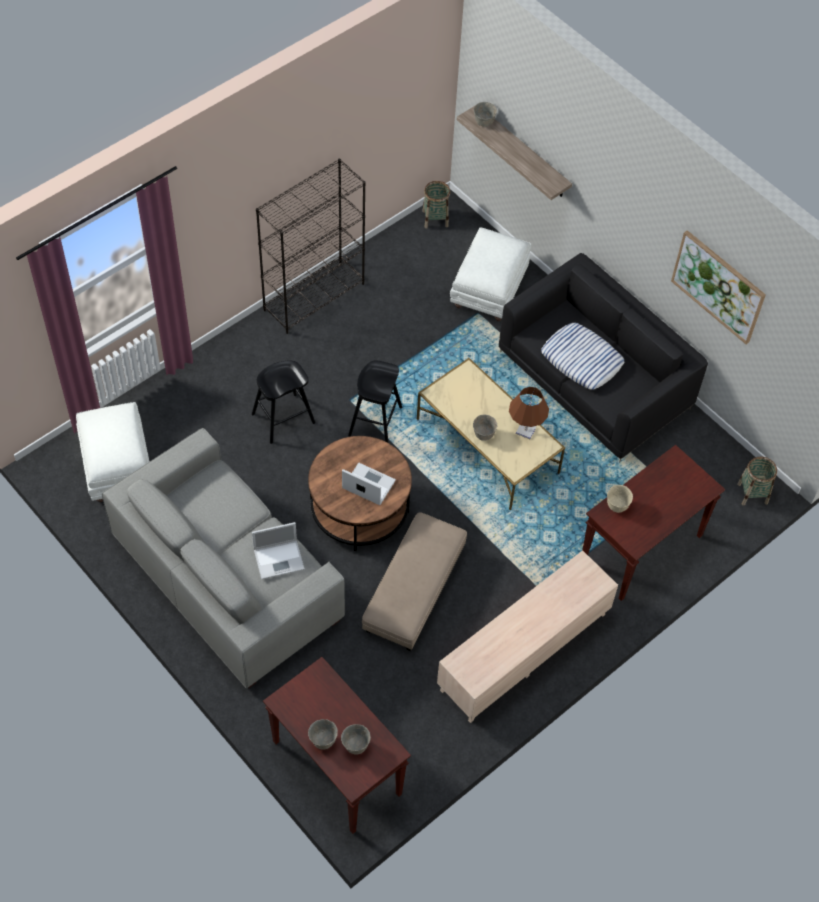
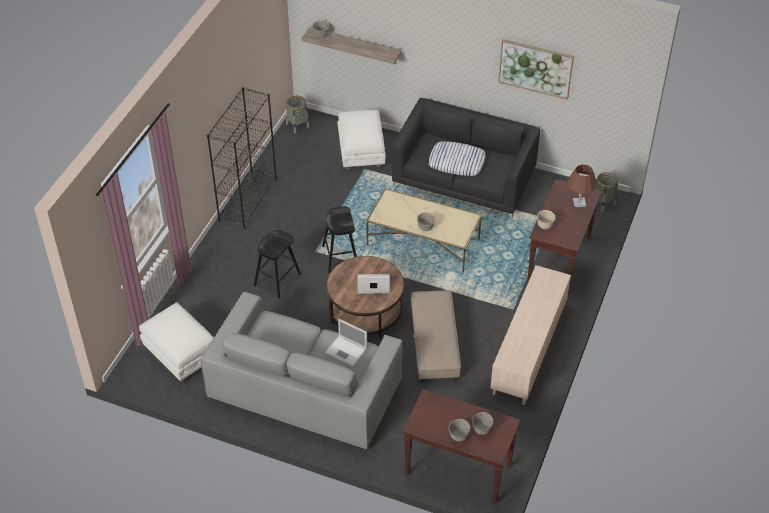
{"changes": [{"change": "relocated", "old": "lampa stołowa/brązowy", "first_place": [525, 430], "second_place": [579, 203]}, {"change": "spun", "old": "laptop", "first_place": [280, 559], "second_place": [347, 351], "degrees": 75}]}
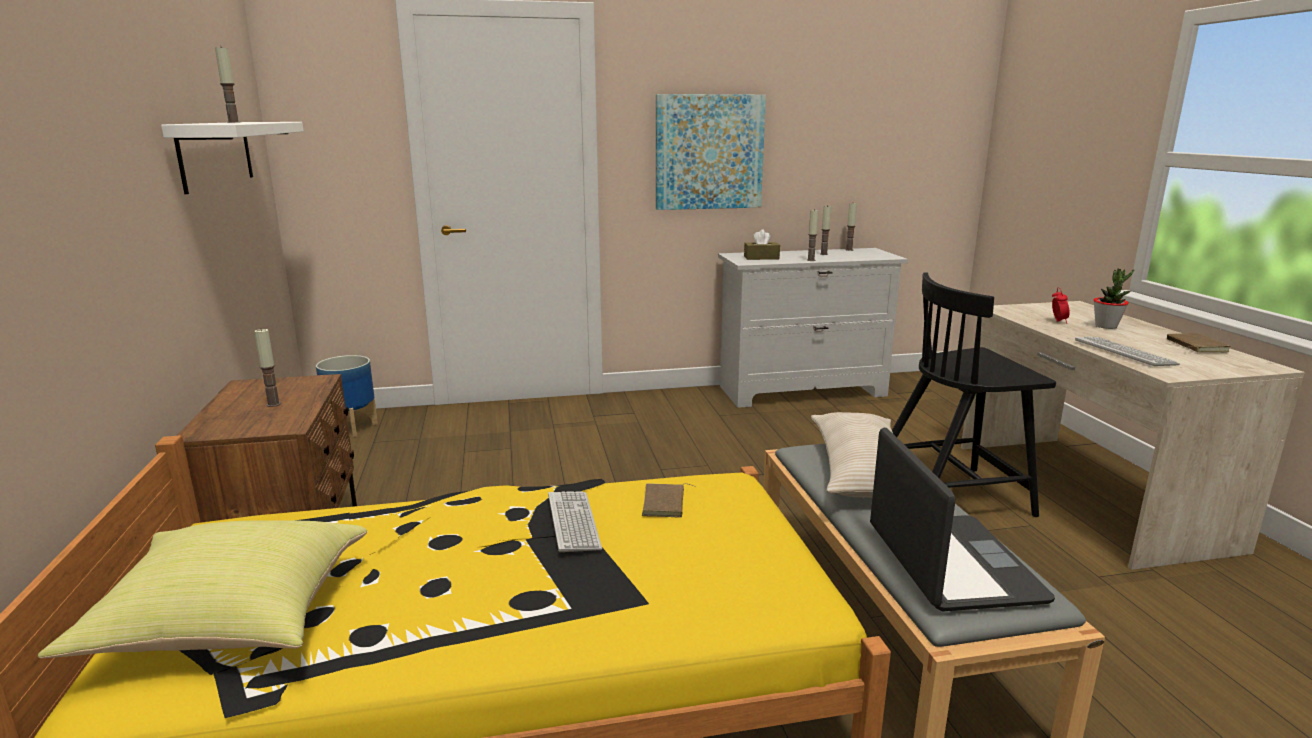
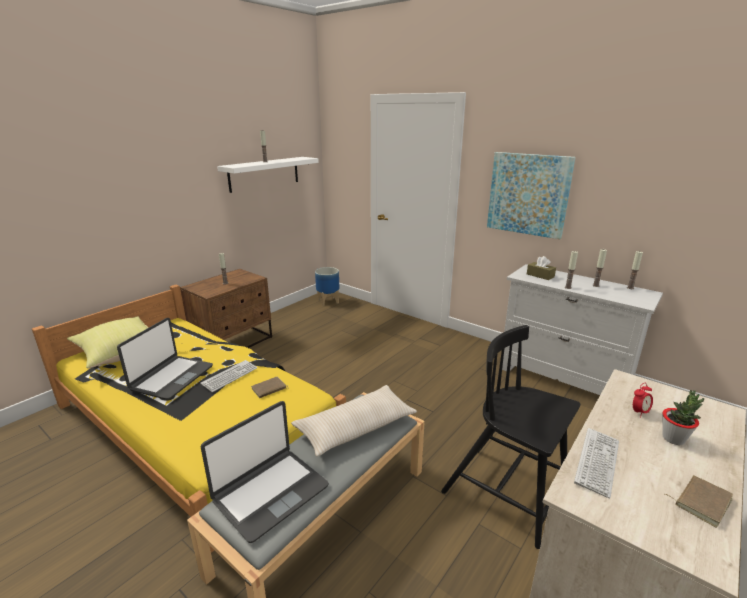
{"changes": [{"change": "appeared", "new": "laptop", "second_place": [171, 378]}]}
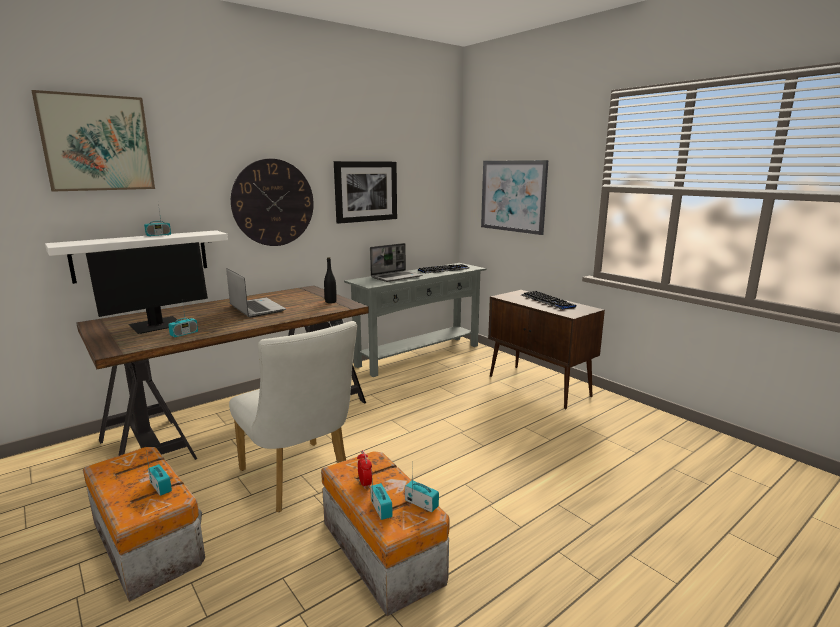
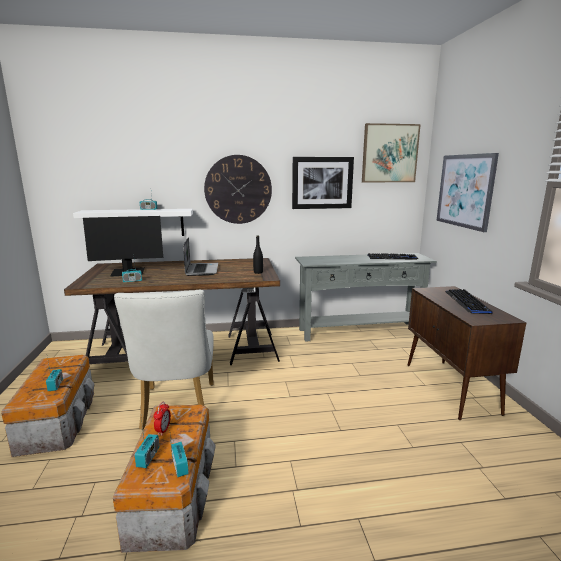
{"changes": [{"change": "missing", "old": "laptop", "first_place": [396, 277]}, {"change": "relocated", "old": "obraz", "first_place": [97, 143], "second_place": [389, 153]}]}
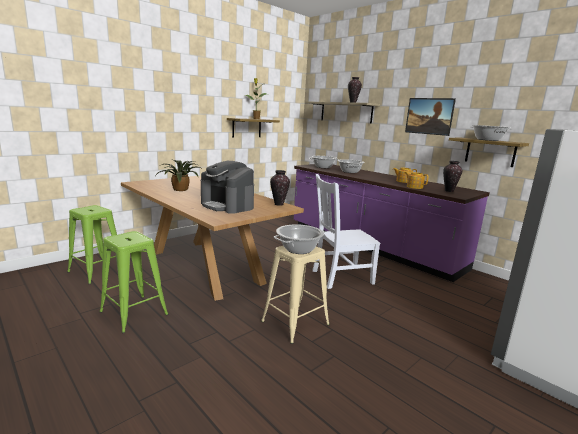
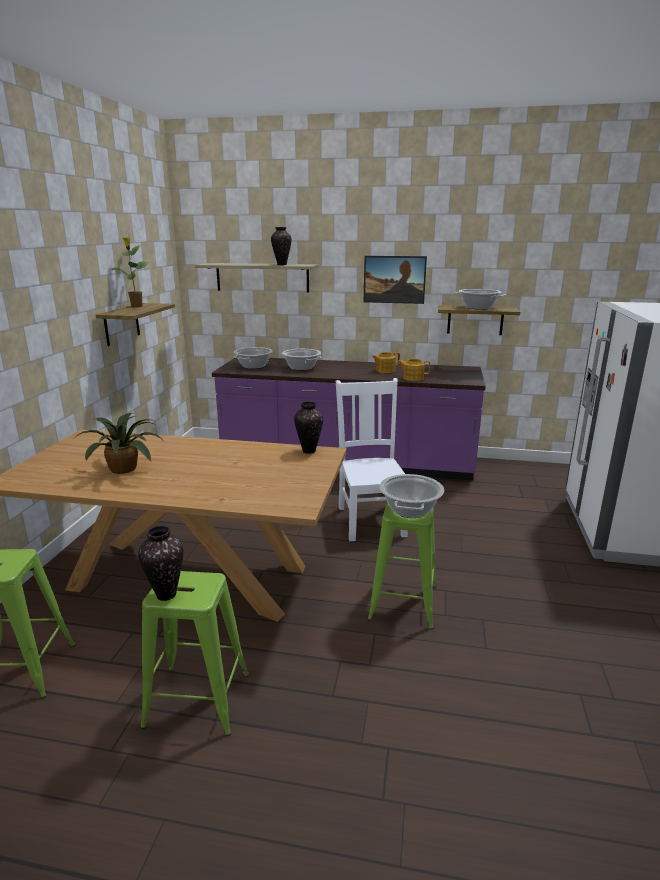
{"changes": [{"change": "missing", "old": "ekspres do kawy", "first_place": [227, 205]}, {"change": "relocated", "old": "wazon", "first_place": [449, 191], "second_place": [167, 594]}, {"change": "colour", "old": "stołek/beżowy", "new": "stołek/zielony", "first_place": [295, 323], "second_place": [403, 602]}, {"change": "spun", "old": "krzesło/biały", "first_place": [340, 277], "second_place": [370, 520], "degrees": 135}]}
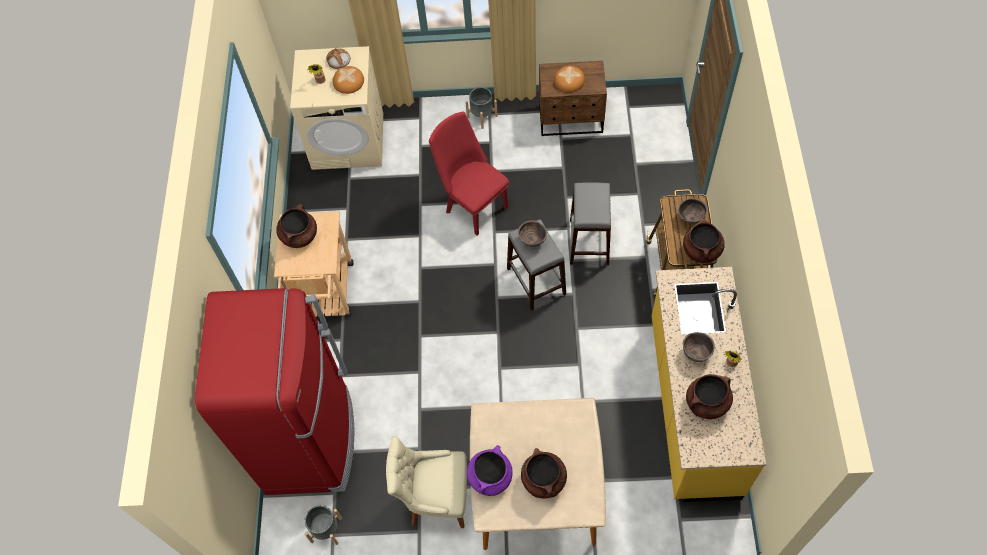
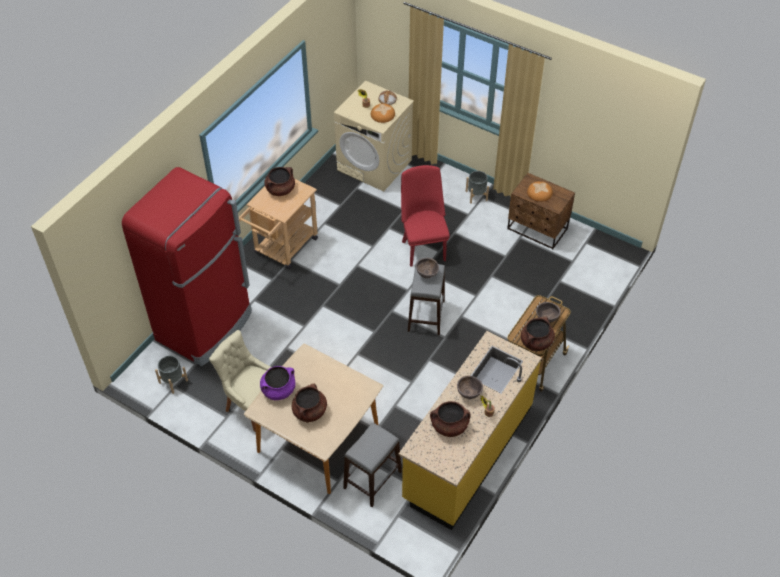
{"changes": [{"change": "relocated", "old": "stołek/szary", "first_place": [589, 241], "second_place": [373, 479]}]}
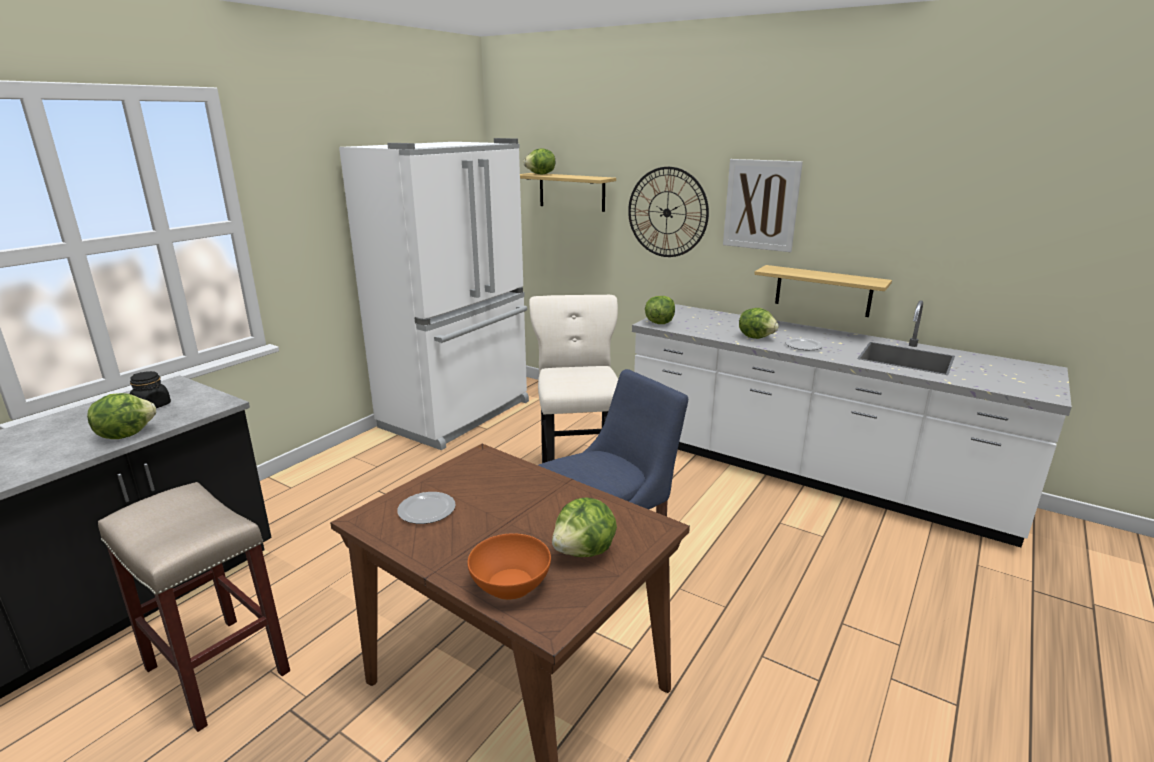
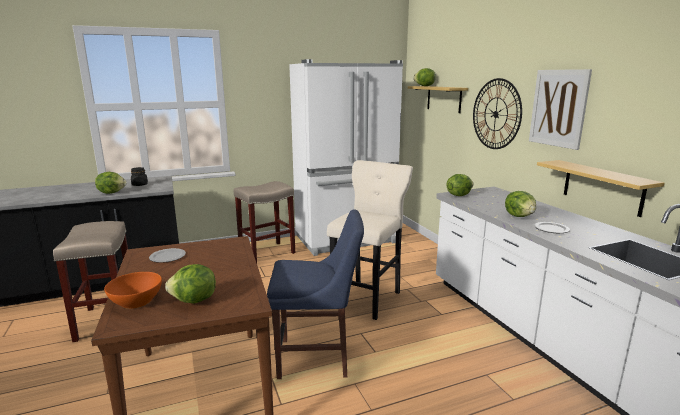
{"changes": [{"change": "appeared", "new": "stołek/beżowy", "second_place": [267, 252]}]}
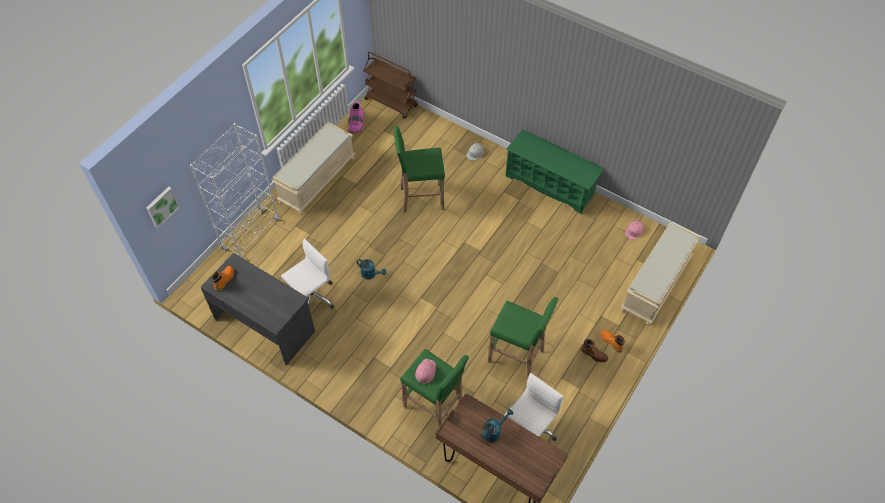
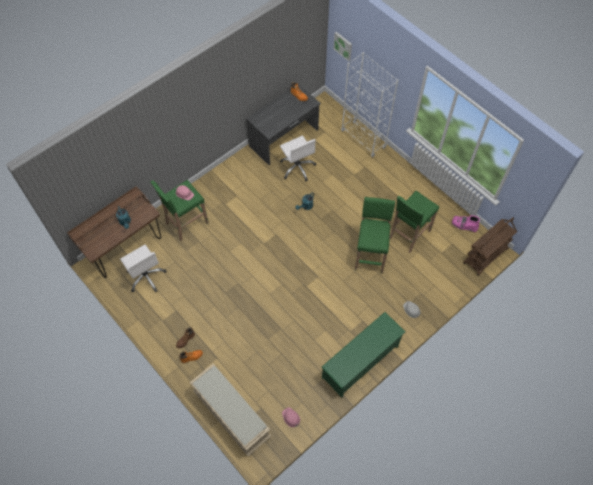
{"changes": [{"change": "missing", "old": "ławka/beżowy", "first_place": [317, 179]}, {"change": "relocated", "old": "stołek/zielony", "first_place": [517, 356], "second_place": [409, 235]}]}
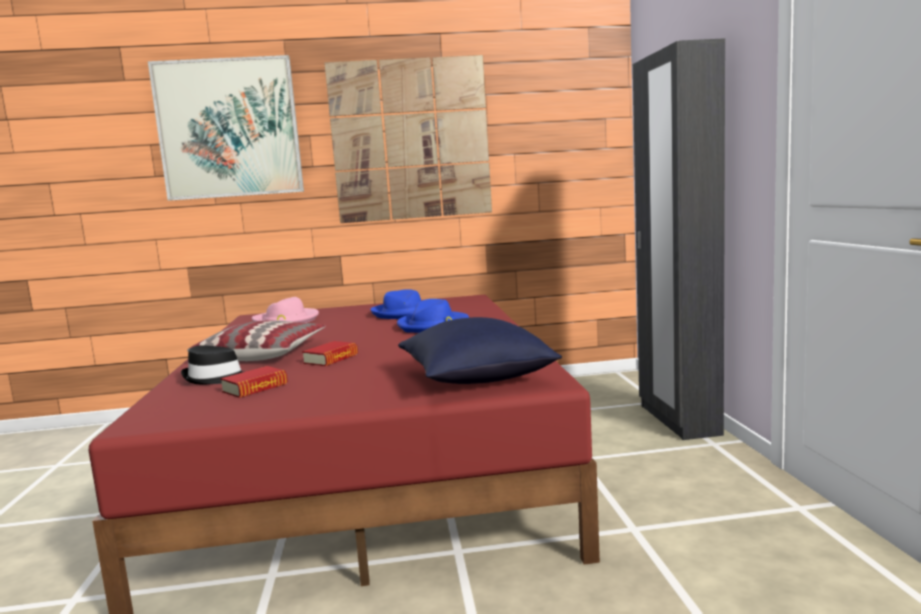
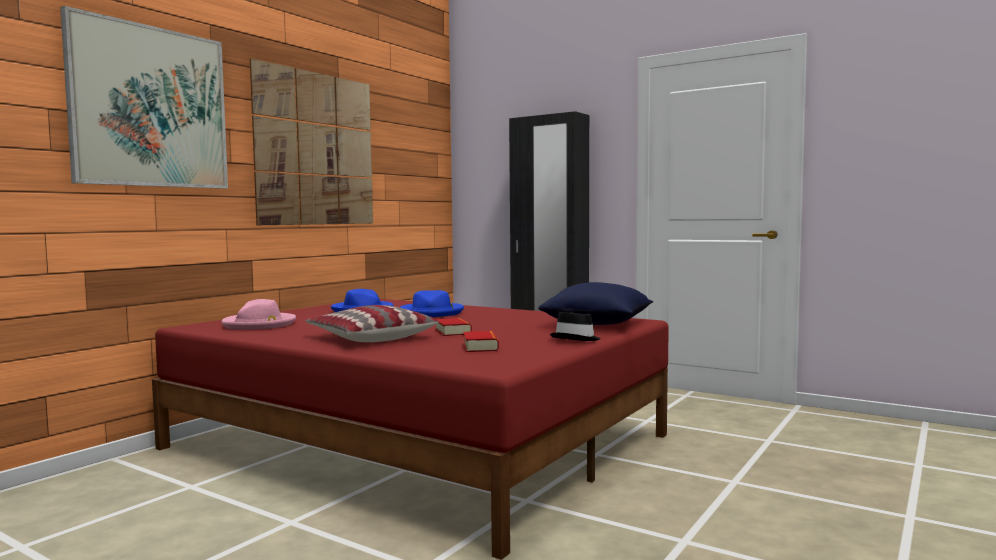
{"changes": [{"change": "relocated", "old": "kapelusz/czarny", "first_place": [215, 378], "second_place": [576, 339]}]}
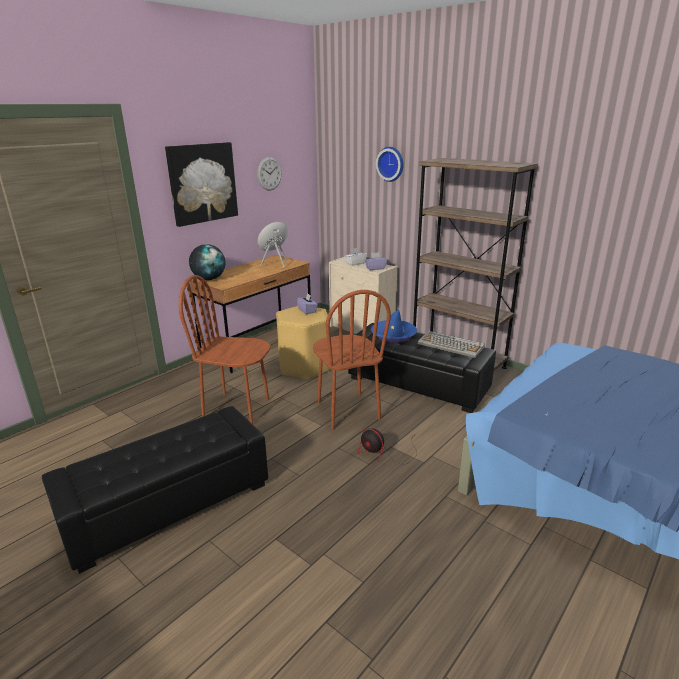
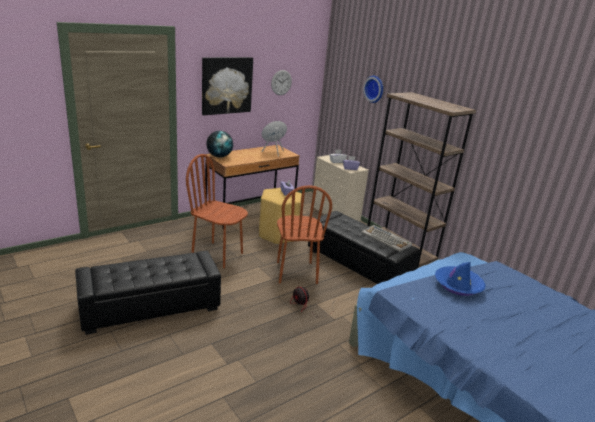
{"changes": [{"change": "relocated", "old": "kapelusz/niebieski", "first_place": [393, 335], "second_place": [458, 285]}]}
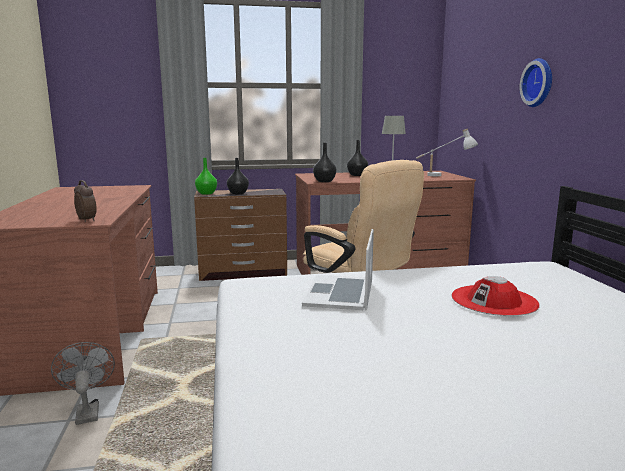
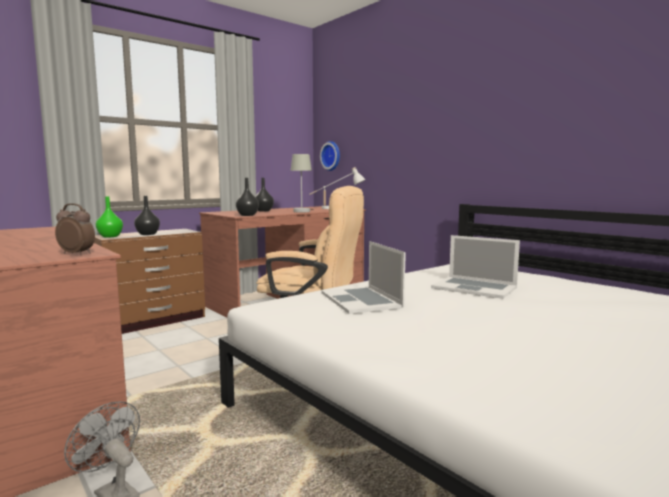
{"changes": [{"change": "relocated", "old": "zegar ścienny", "first_place": [539, 83], "second_place": [332, 156]}, {"change": "exchanged", "old": "kapelusz/czerwony", "new": "laptop", "first_place": [494, 300], "second_place": [474, 287]}]}
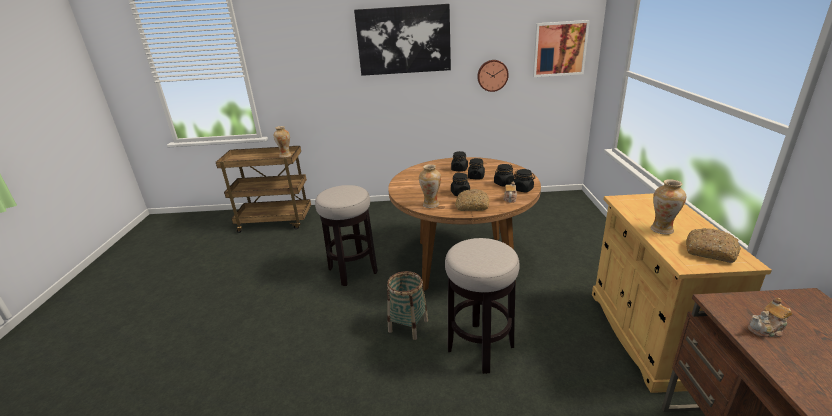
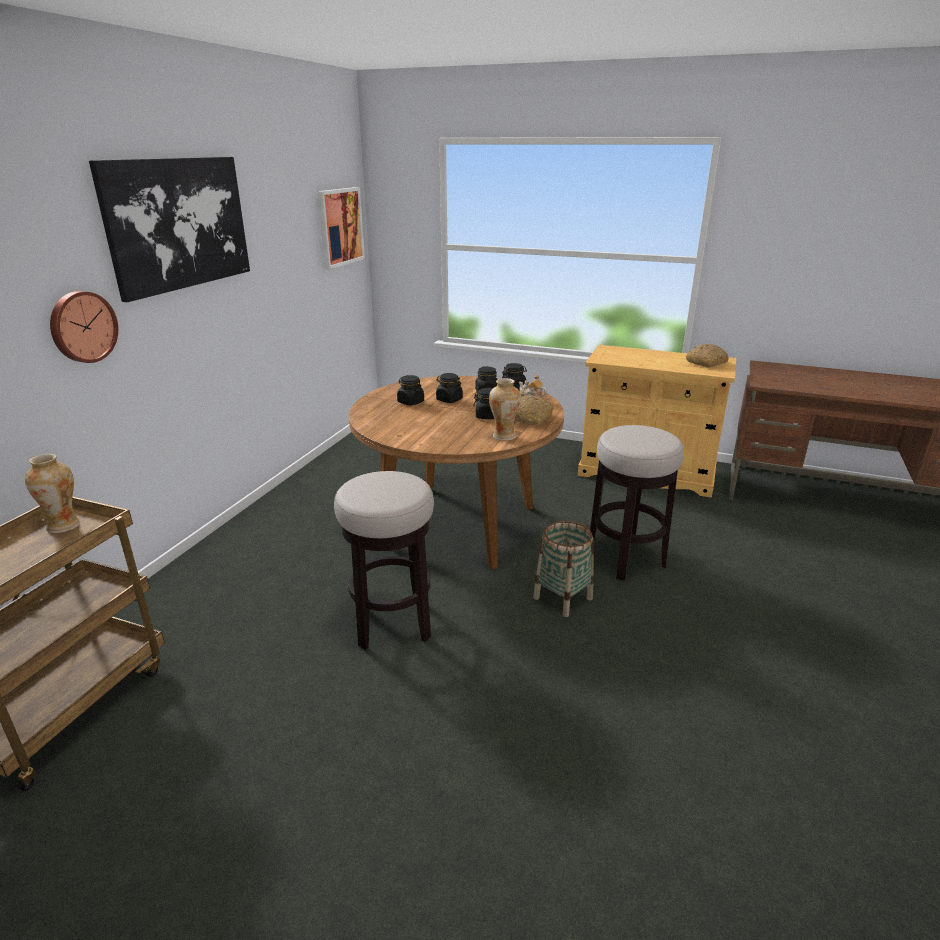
{"changes": [{"change": "missing", "old": "wazon", "first_place": [661, 229]}, {"change": "missing", "old": "imbryk", "first_place": [767, 329]}, {"change": "relocated", "old": "zegar ścienny", "first_place": [492, 75], "second_place": [82, 327]}]}
